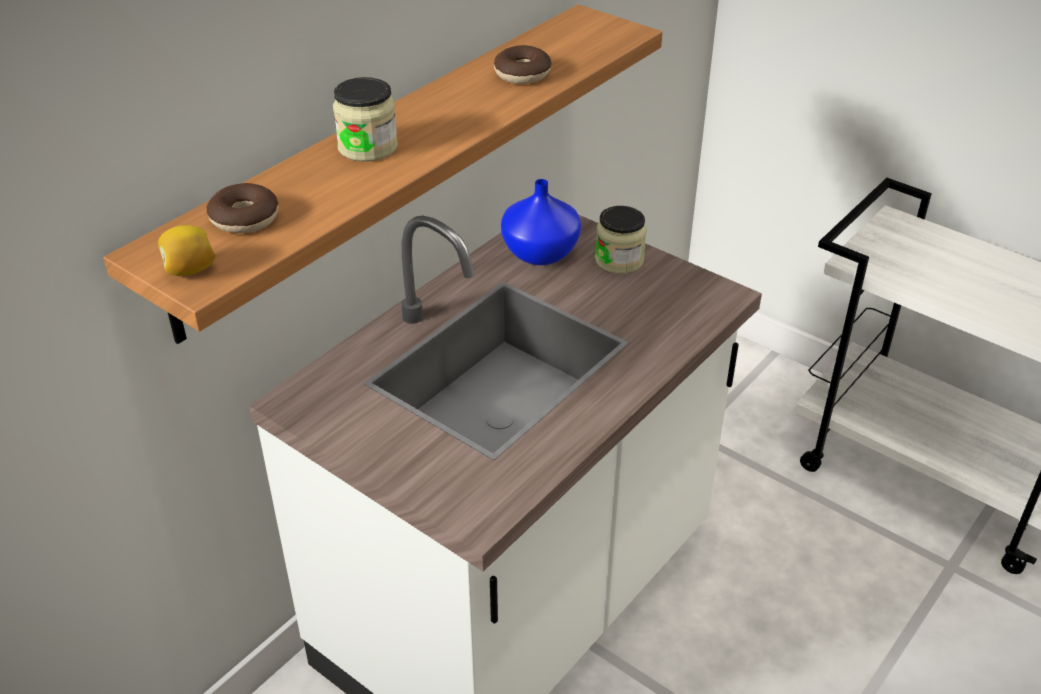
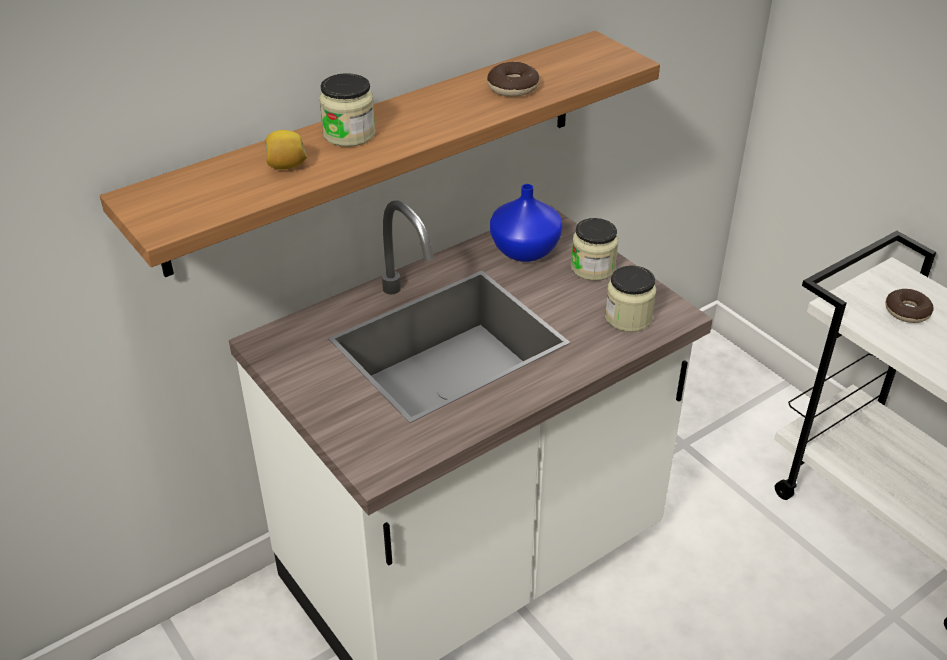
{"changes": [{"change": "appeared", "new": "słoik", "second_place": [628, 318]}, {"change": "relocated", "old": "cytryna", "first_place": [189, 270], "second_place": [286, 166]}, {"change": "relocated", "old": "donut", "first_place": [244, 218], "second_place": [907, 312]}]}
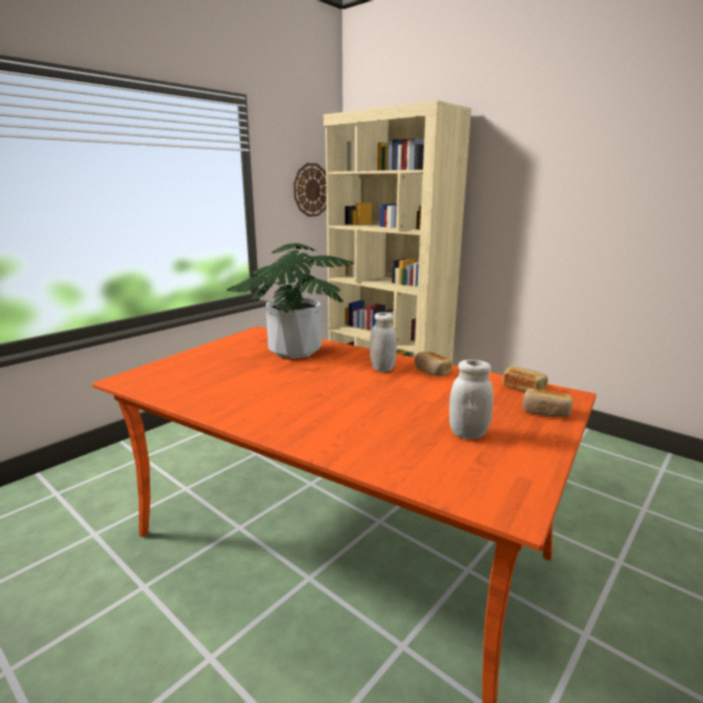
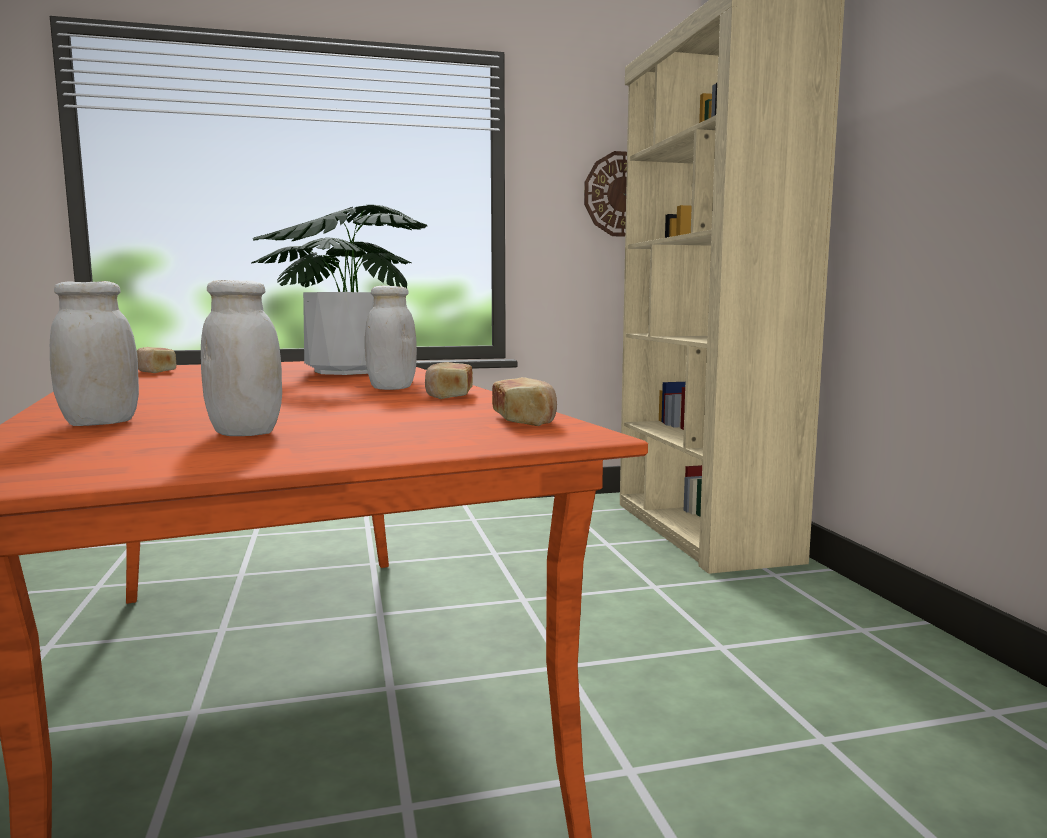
{"changes": [{"change": "appeared", "new": "słoik/biały", "second_place": [100, 423]}, {"change": "relocated", "old": "chleb", "first_place": [545, 412], "second_place": [155, 371]}]}
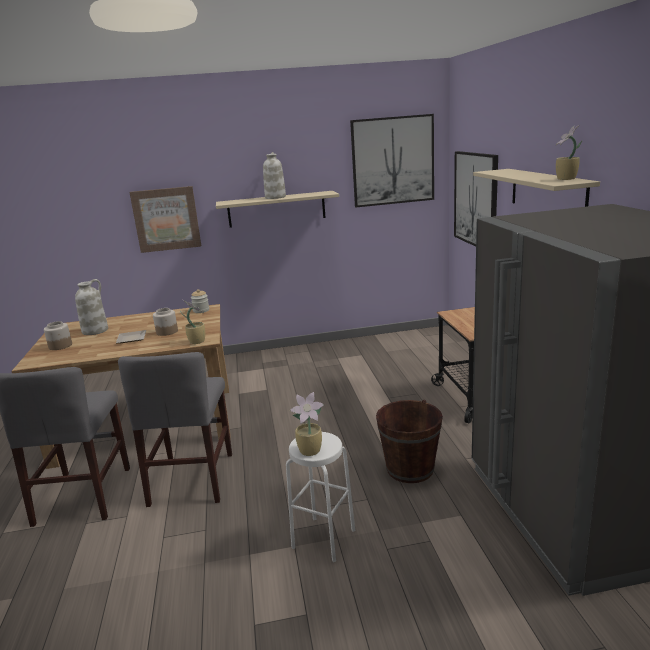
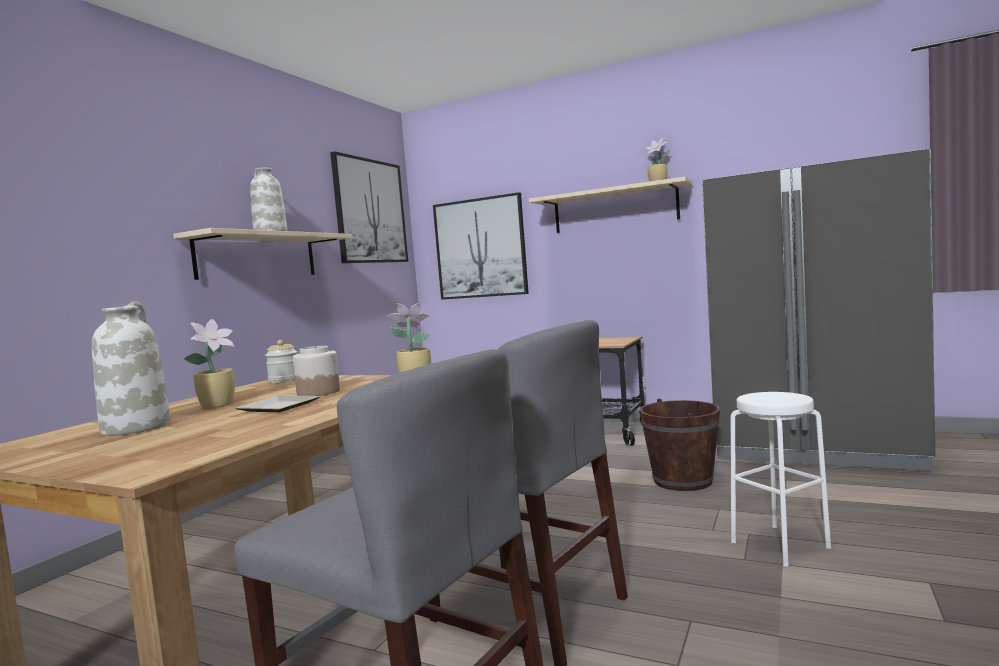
{"changes": [{"change": "missing", "old": "słoik", "first_place": [60, 346]}, {"change": "missing", "old": "obraz", "first_place": [166, 219]}, {"change": "relocated", "old": "roślina doniczkowa", "first_place": [311, 451], "second_place": [219, 405]}]}
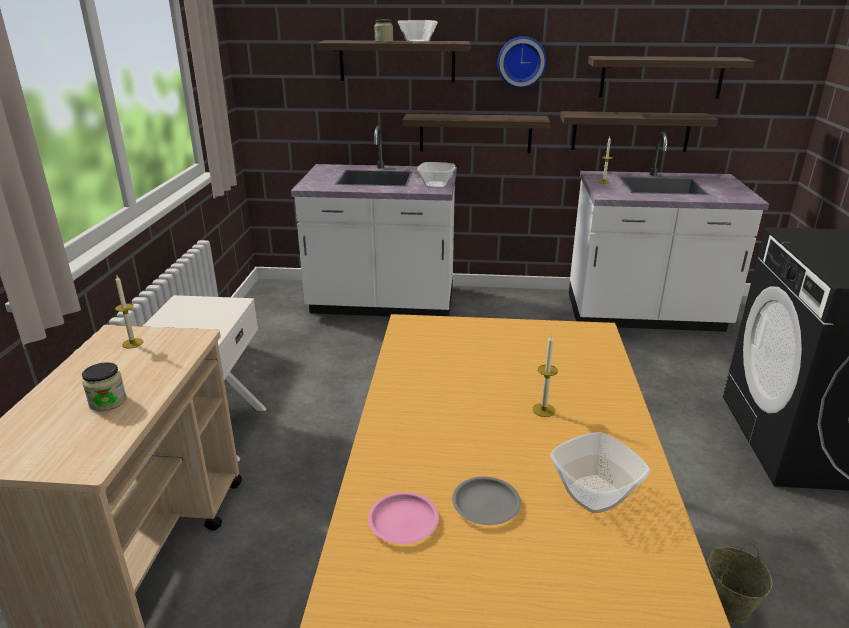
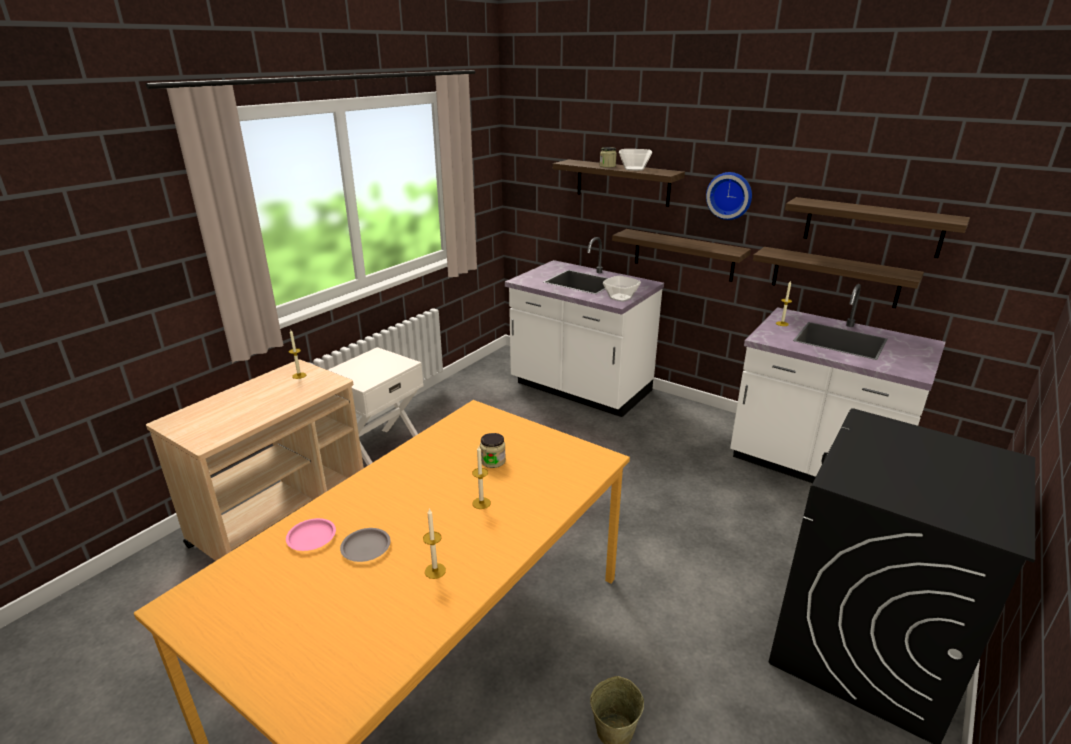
{"changes": [{"change": "relocated", "old": "słoik", "first_place": [108, 401], "second_place": [493, 461]}, {"change": "exchanged", "old": "miska", "new": "świeca", "first_place": [594, 495], "second_place": [435, 571]}]}
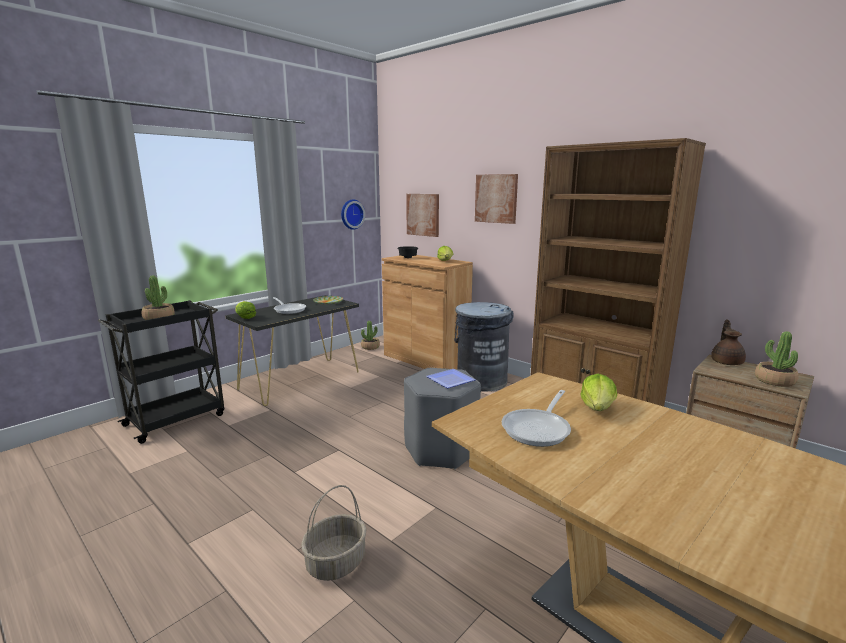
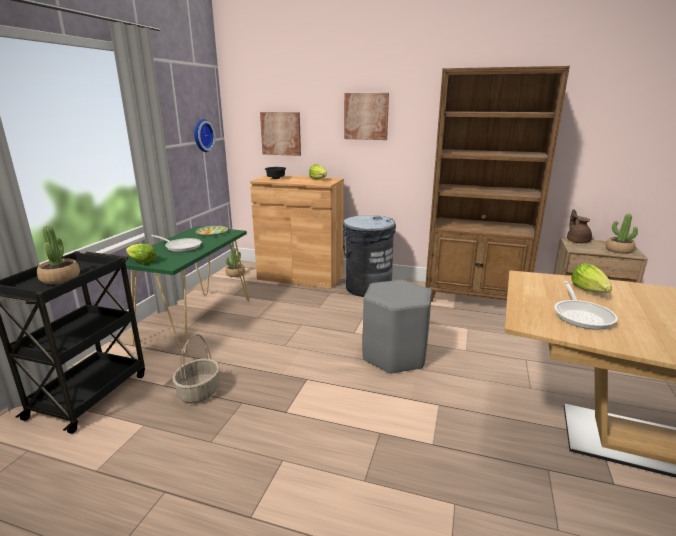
{"changes": [{"change": "missing", "old": "talerz", "first_place": [450, 379]}, {"change": "relocated", "old": "koszyk", "first_place": [336, 563], "second_place": [199, 392]}, {"change": "colour", "old": "stolik konsolowy/czarny", "new": "stolik konsolowy/zielony", "first_place": [301, 380], "second_place": [196, 320]}]}
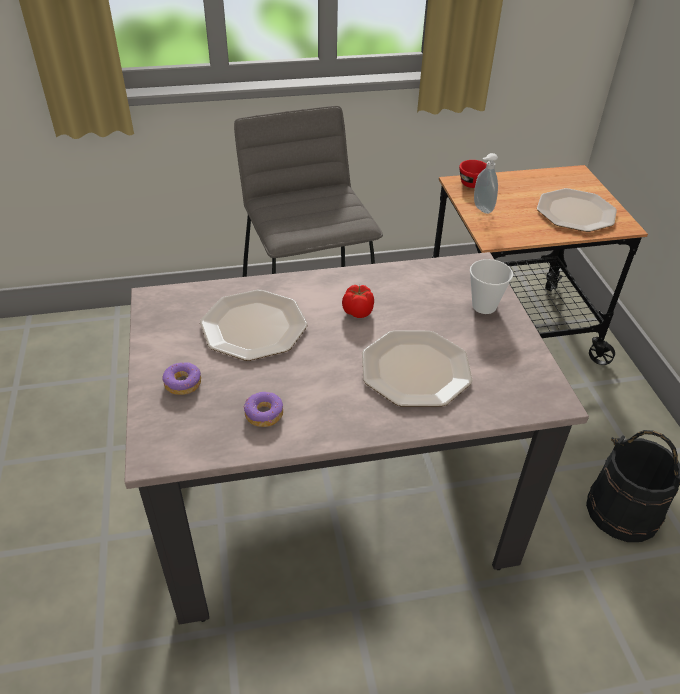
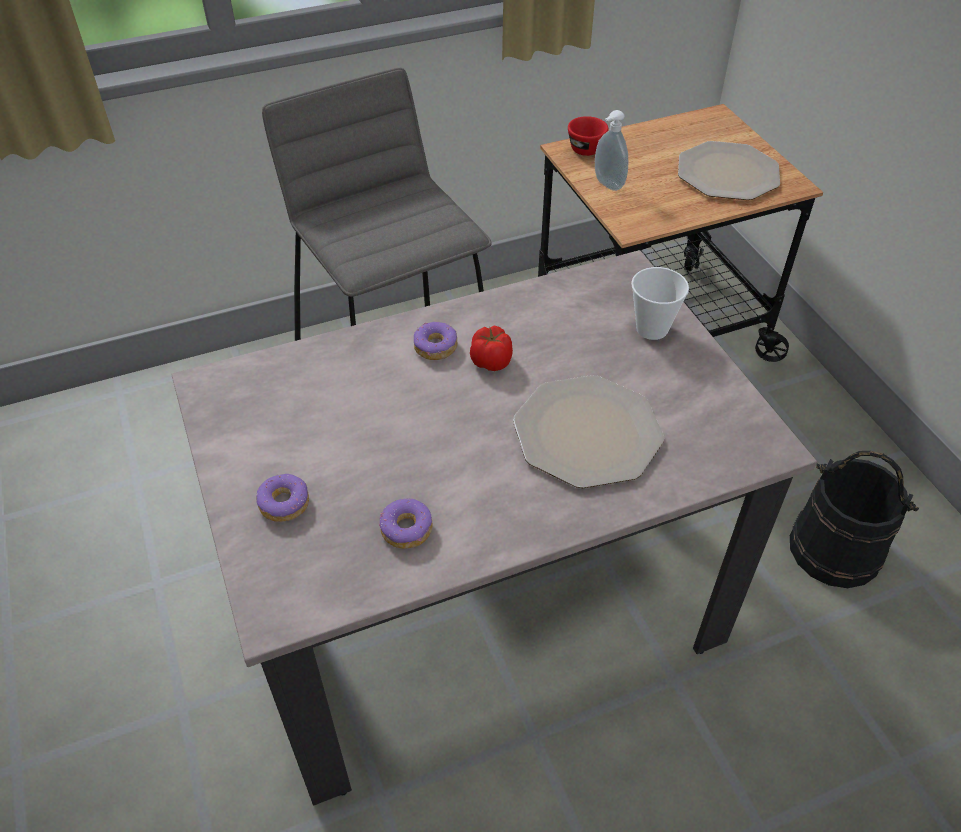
{"changes": [{"change": "missing", "old": "talerz", "first_place": [255, 326]}, {"change": "appeared", "new": "donut", "second_place": [435, 347]}]}
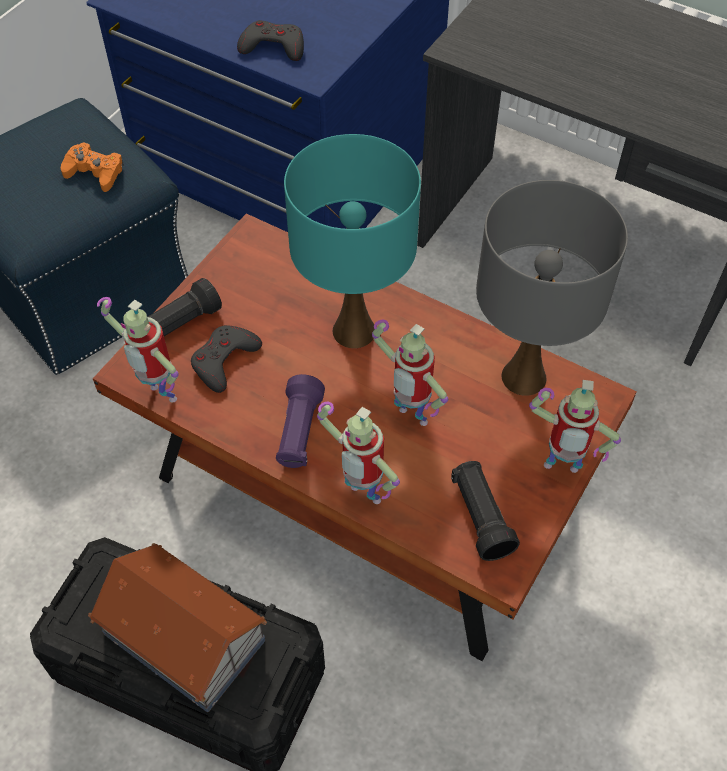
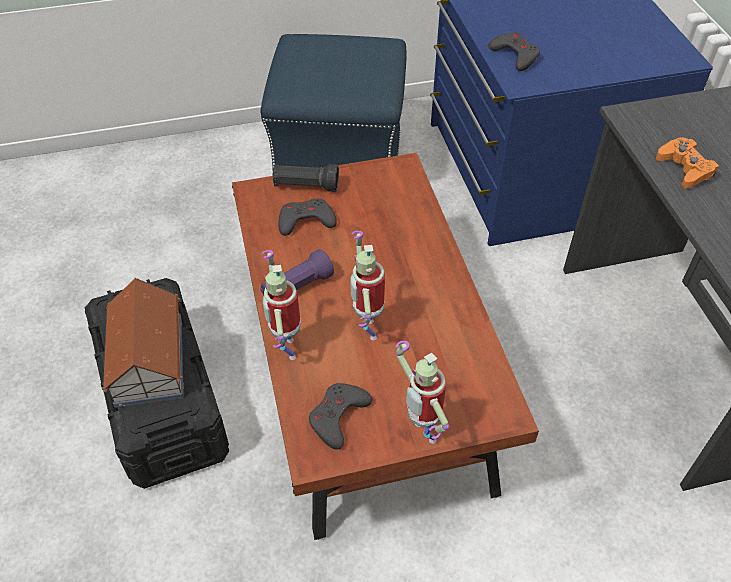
{"changes": [{"change": "missing", "old": "robot zabawkowy", "first_place": [159, 396]}, {"change": "missing", "old": "lampa stołowa/turkusowy", "first_place": [355, 331]}, {"change": "missing", "old": "lampa stołowa/szary", "first_place": [524, 377]}, {"change": "relocated", "old": "pad do gier/pomarańczowy", "first_place": [95, 172], "second_place": [684, 168]}, {"change": "exchanged", "old": "latarka/czarny", "new": "pad do gier/szary", "first_place": [480, 517], "second_place": [338, 417]}]}
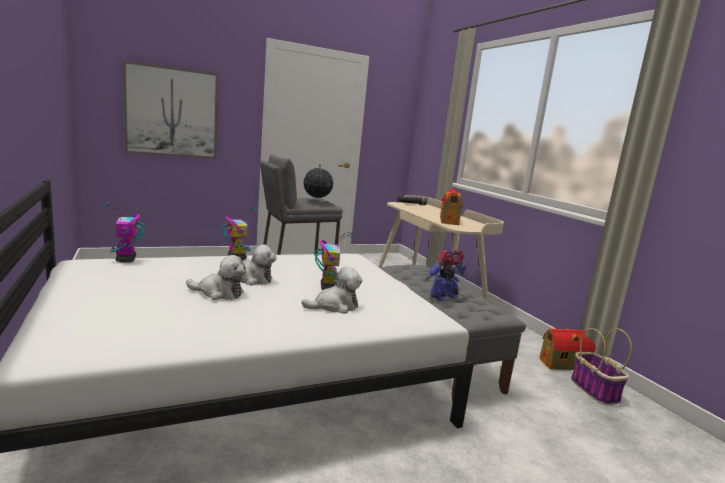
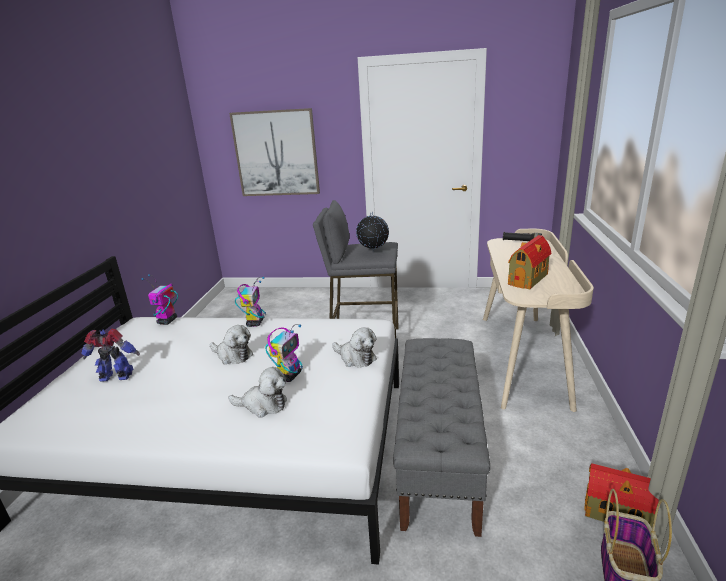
{"changes": [{"change": "relocated", "old": "pluszak", "first_place": [219, 293], "second_place": [355, 358]}, {"change": "relocated", "old": "robot zabawkowy", "first_place": [444, 297], "second_place": [116, 377]}]}
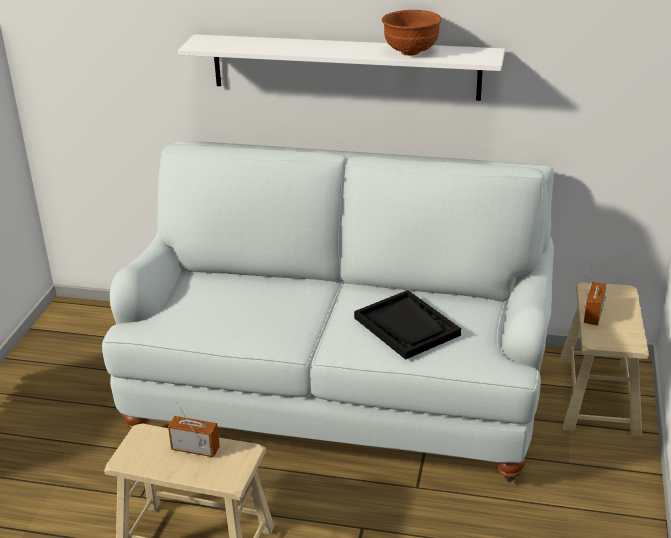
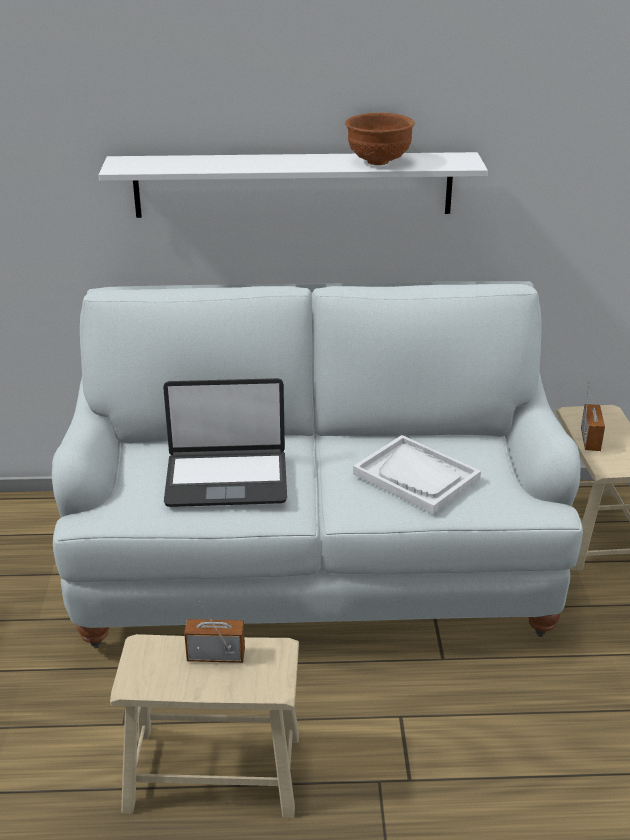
{"changes": [{"change": "appeared", "new": "laptop", "second_place": [226, 479]}, {"change": "colour", "old": "taca/czarny", "new": "taca/biały", "first_place": [407, 326], "second_place": [416, 476]}]}
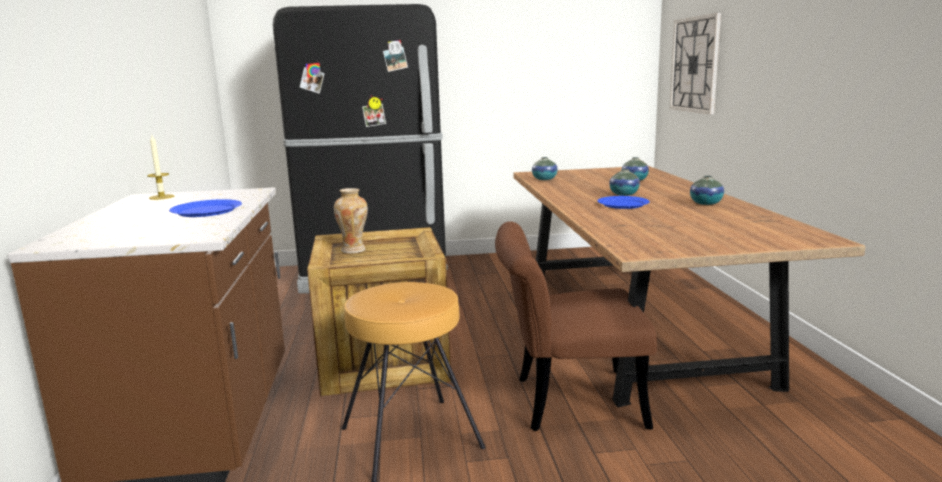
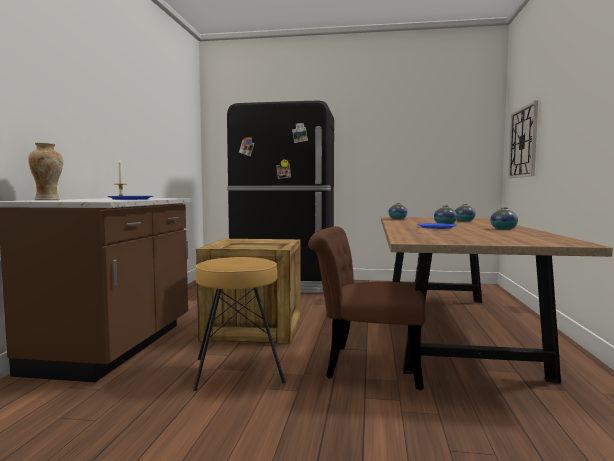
{"changes": [{"change": "relocated", "old": "wazon", "first_place": [354, 250], "second_place": [48, 200]}]}
